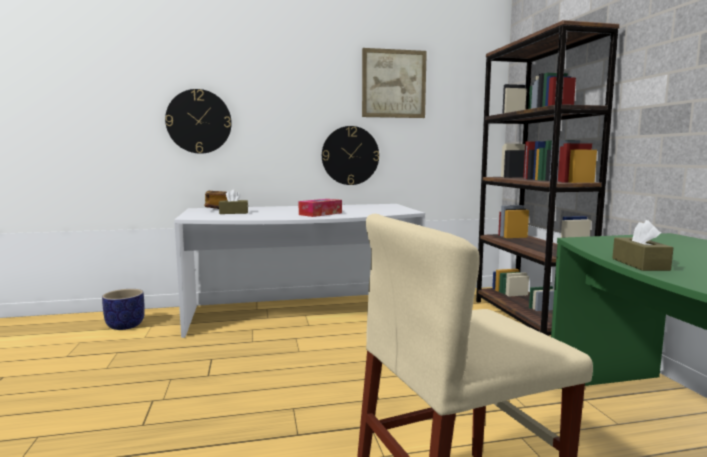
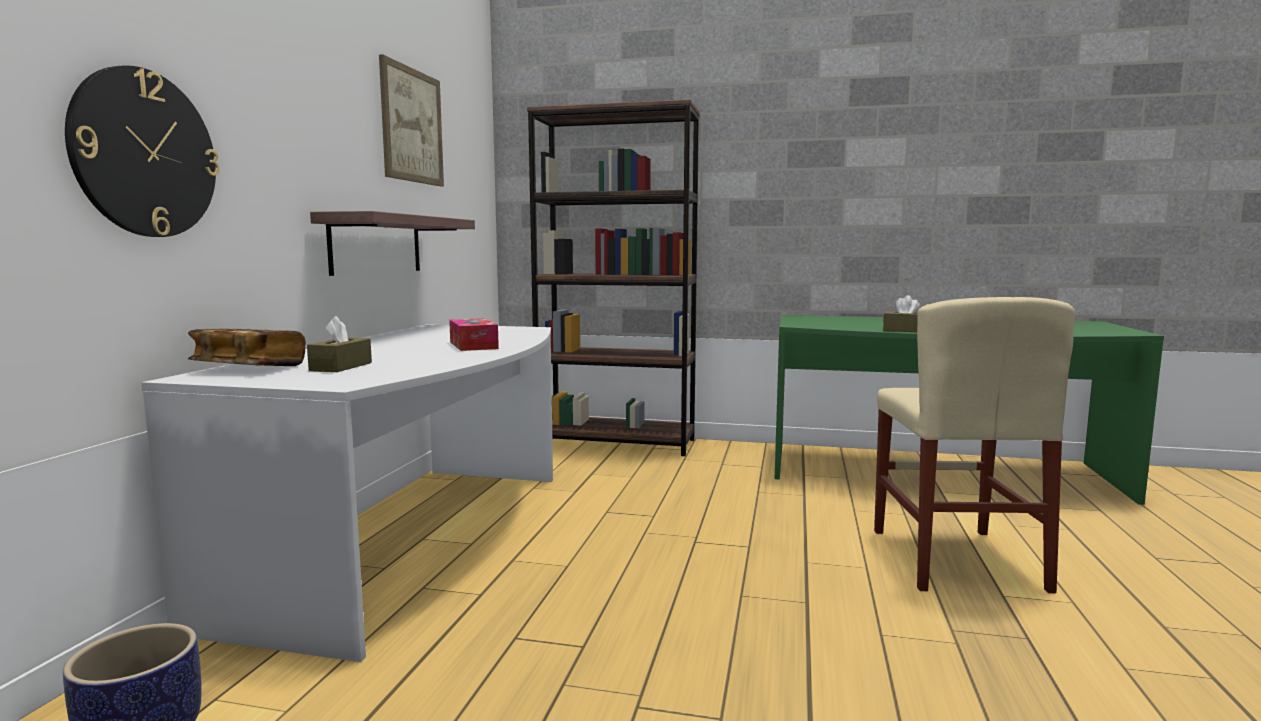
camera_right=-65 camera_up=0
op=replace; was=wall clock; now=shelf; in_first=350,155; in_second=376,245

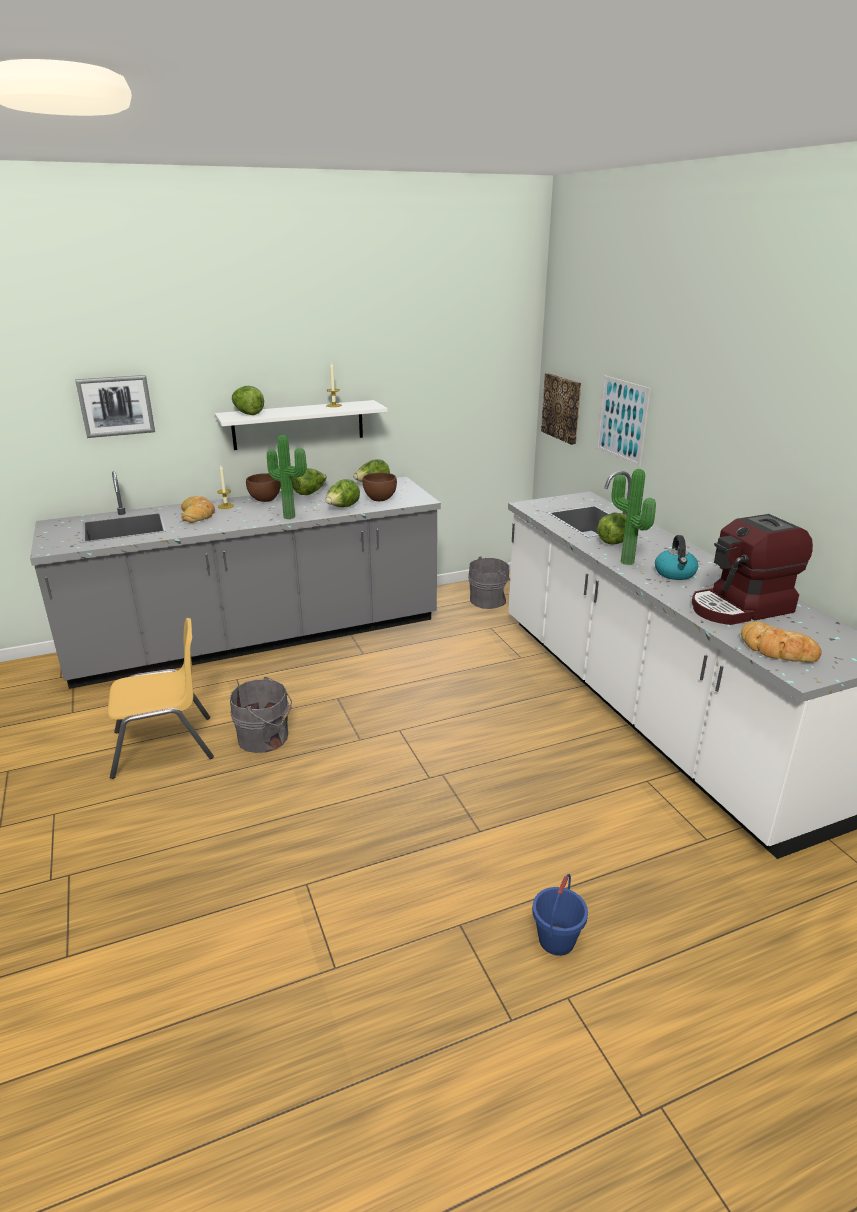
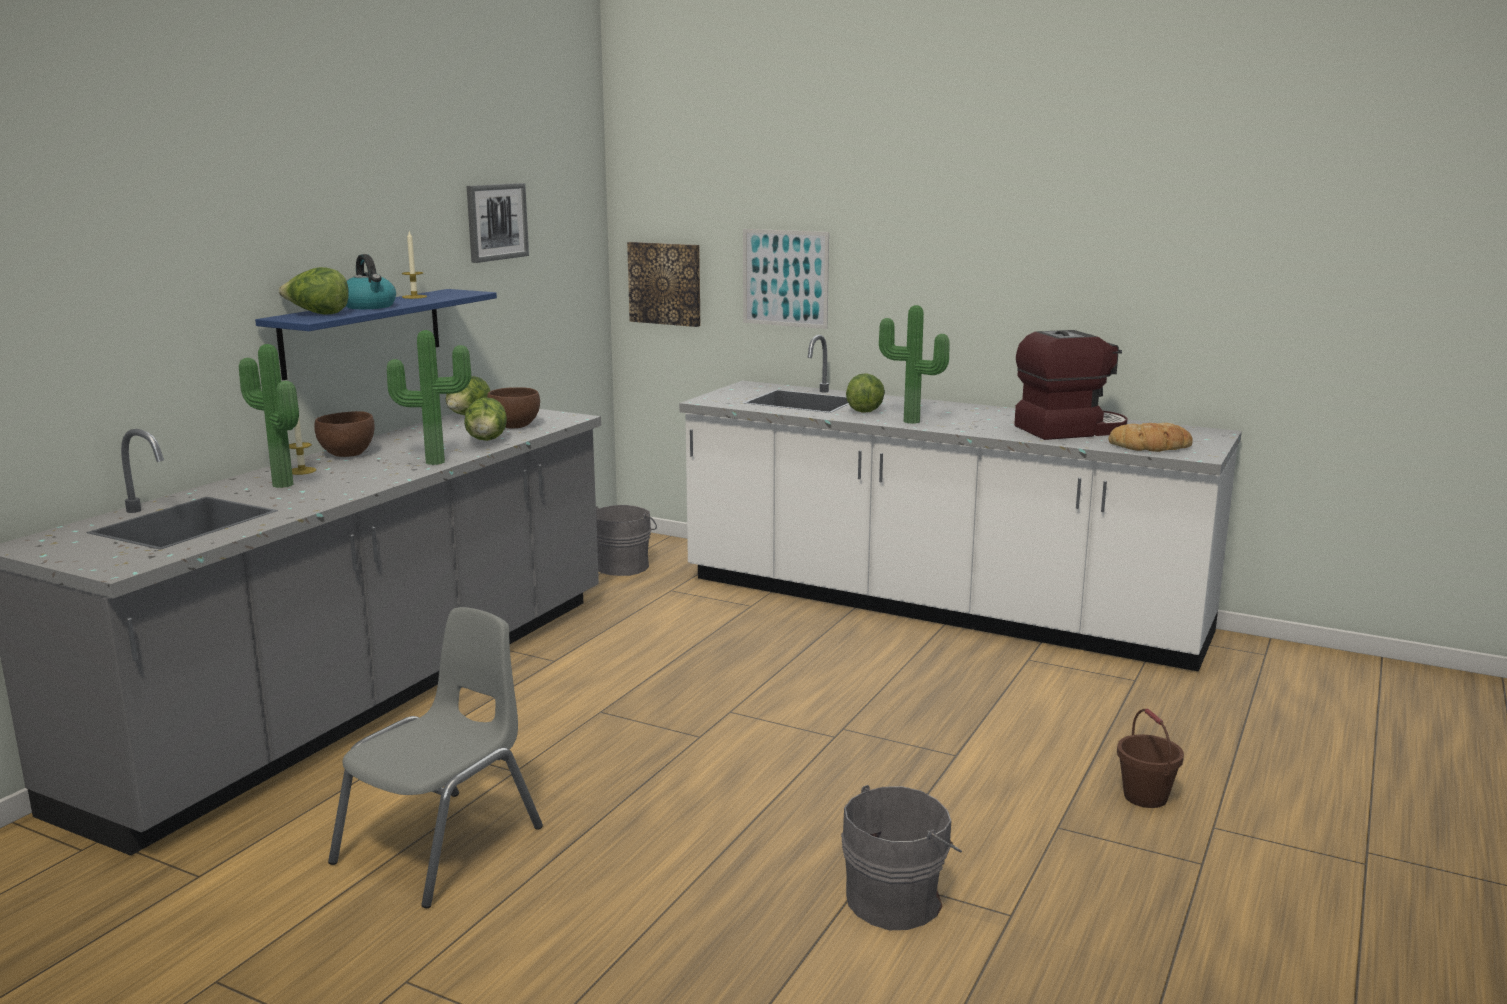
camera_right=-40 camera_up=-10
op=move; was=picture; in_first=116,406; in_second=496,222
op=recolor; was=yellow chair; now=grey chair; in_first=164,746; in_second=442,846
op=replace; was=bread; now=potted plant; in_first=198,514; in_second=279,486
op=recolor; was=white shelf; now=blue shelf; in_first=298,424; in_second=362,332
op=move; was=grey bucket; in_first=265,738; in_second=898,899
op=delete; was=lettuce; in_first=310,493
op=recolor; was=blue bucket; now=brown bucket; in_first=557,940; in_second=1146,797
op=move; was=kettle; in_first=675,574; in_second=370,306
op=rotate; was=coffee machine; in_first=741,608; in_second=1070,429; clockwise=-135

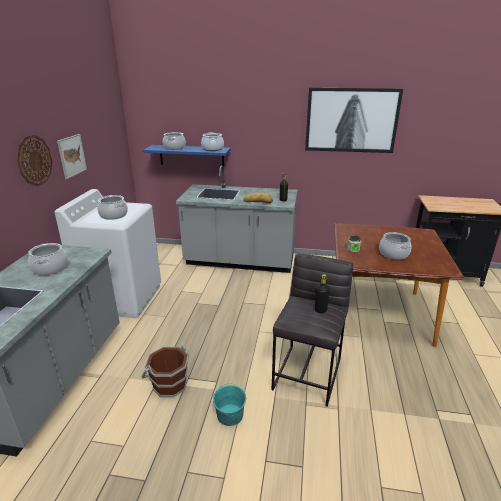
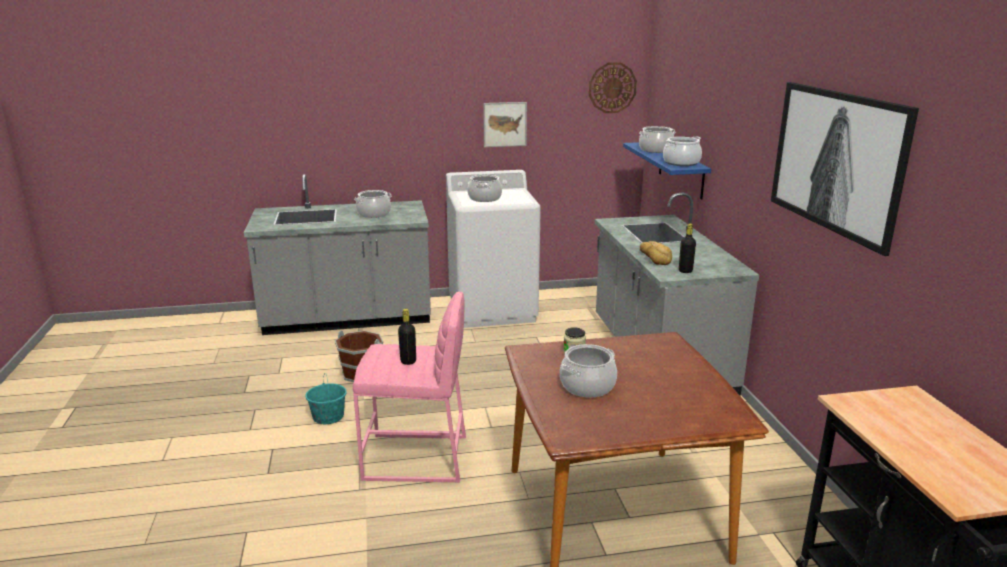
camera_right=70 camera_up=-5
op=move; was=wall clock; in_first=34,160; in_second=612,87
op=recolor; was=grey stool; now=pink stool; in_first=308,373; in_second=416,458

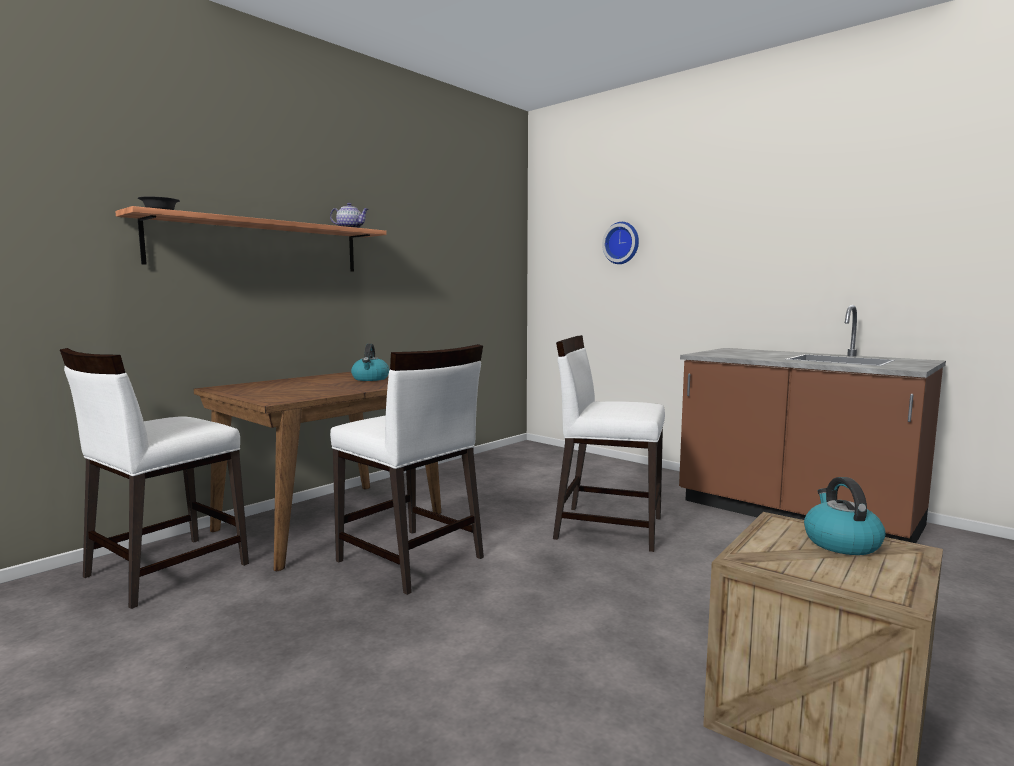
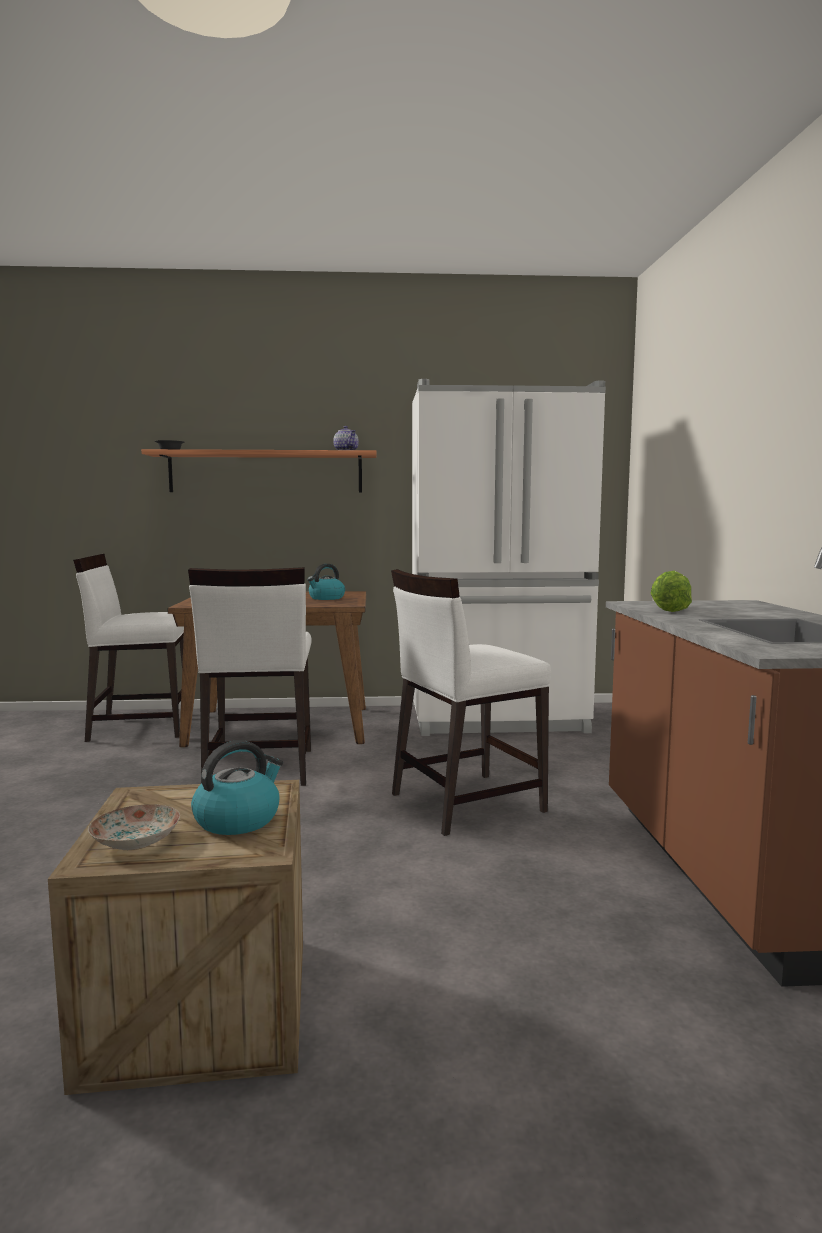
camera_right=45 camera_up=0
op=rotate; was=white chair; in_first=607,527; in_second=465,802; clockwise=-90
op=delete; was=wall clock; in_first=622,243
op=insert; now=plate; in_second=136,841
op=insert; now=white fridge; in_second=499,720
op=insert; now=lettuce; in_second=667,610

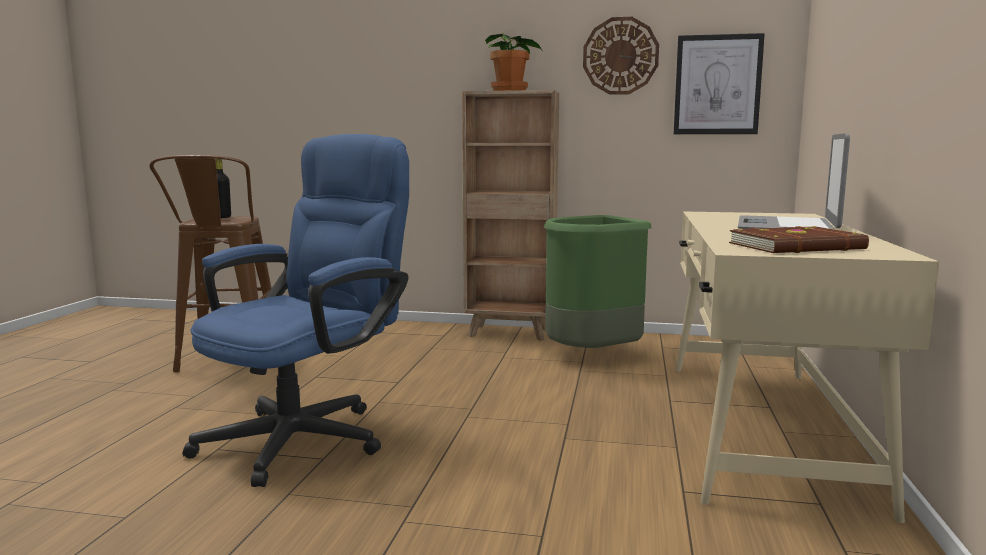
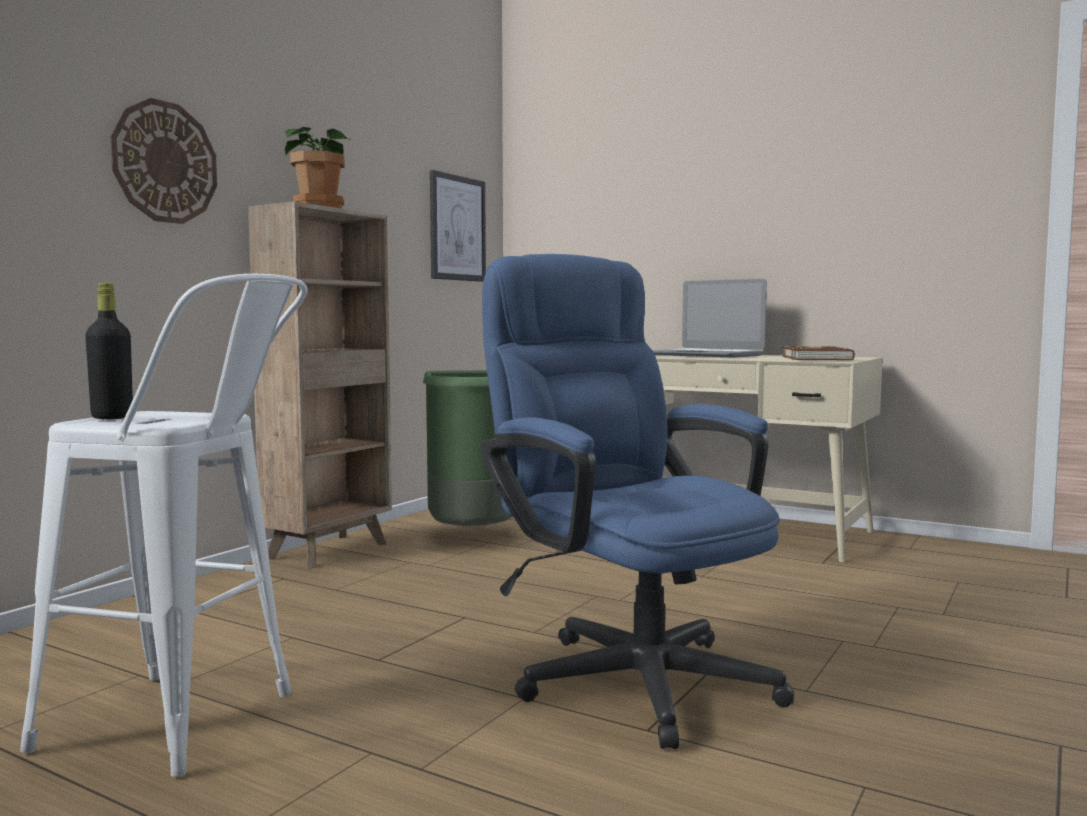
camera_right=-70 camera_up=-5
op=recolor; was=brown stool; now=white stool; in_first=226,363; in_second=188,725
op=move; was=wall clock; in_first=620,56; in_second=165,162

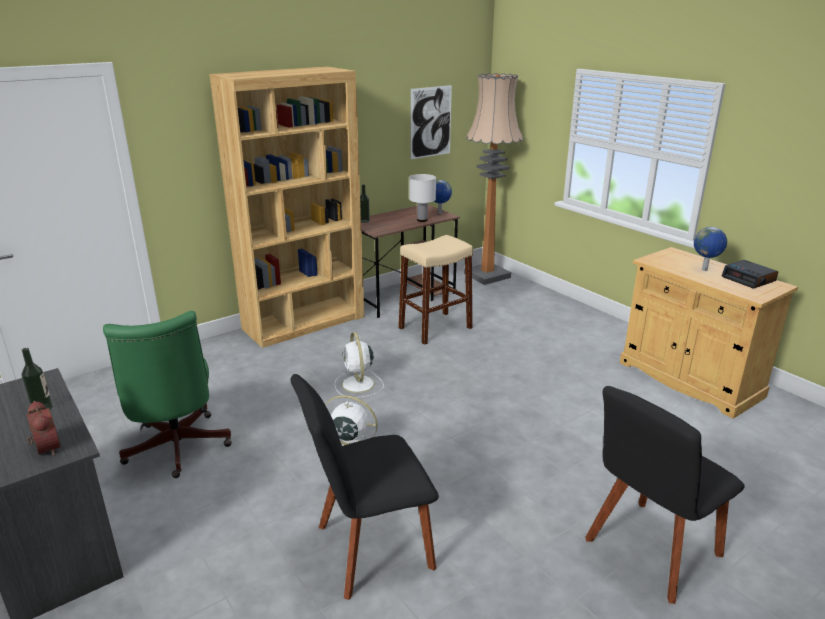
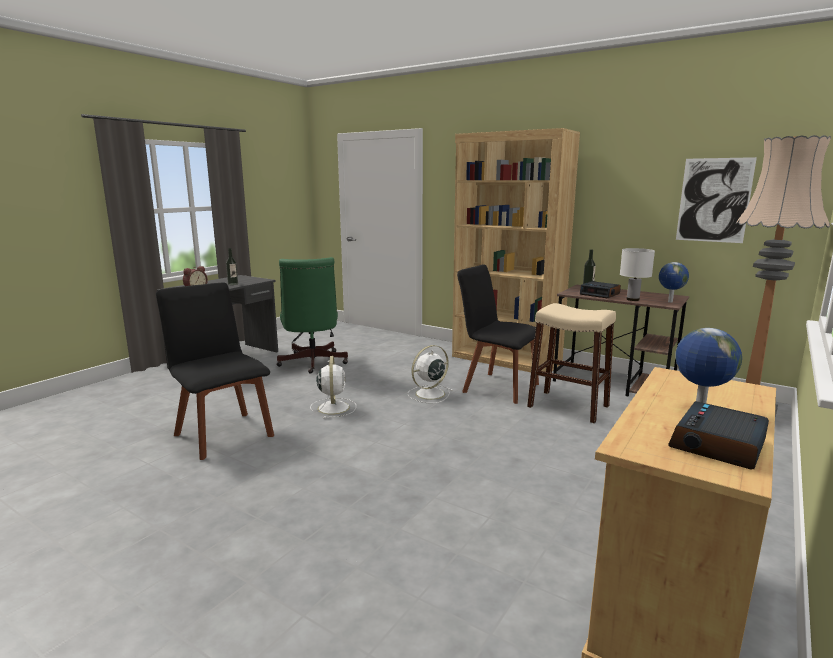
camera_right=70 camera_up=-10
op=rotate; was=green office chair; in_first=176,450; in_second=312,363; clockwise=-60
op=move; was=black chair; in_first=649,551; in_second=497,387
op=insert; now=alarm clock; in_second=600,294

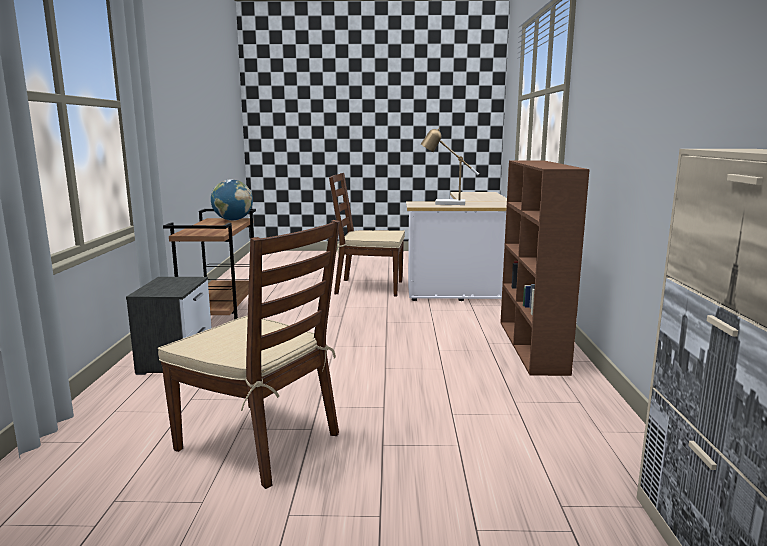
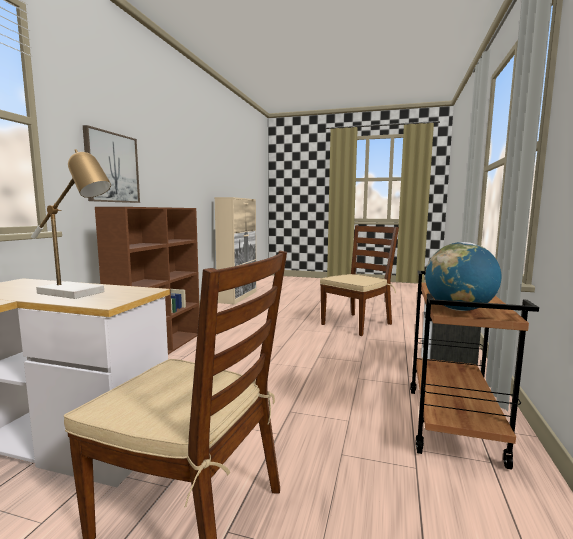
camera_right=-165 camera_up=-5
op=rotate; was=brown chair; in_first=260,442; in_second=357,324; clockwise=90
op=insert; now=picture; in_second=112,168

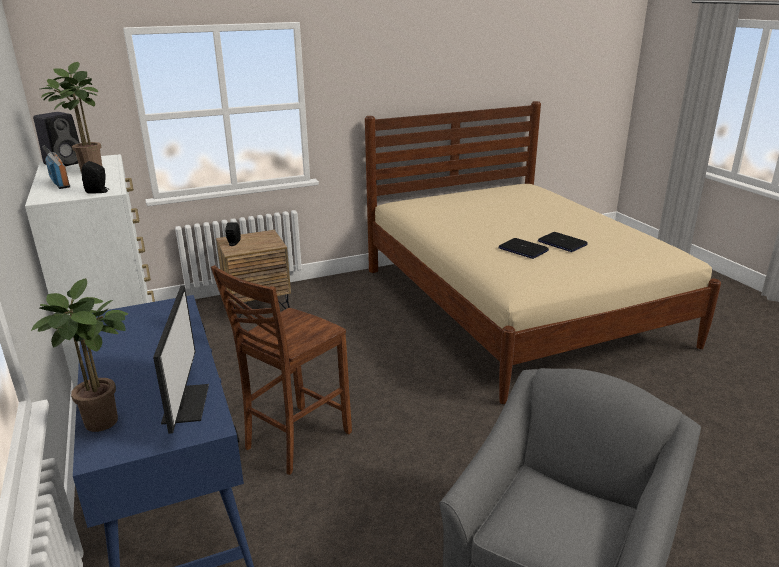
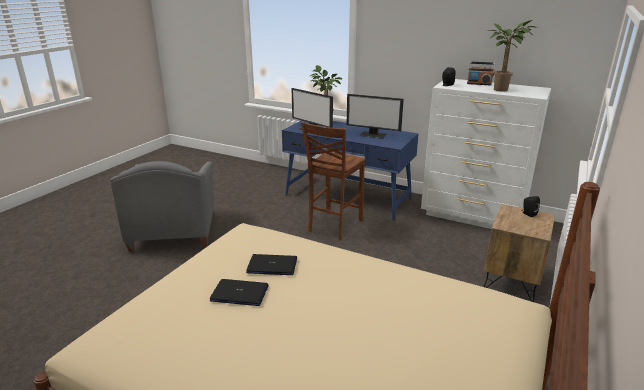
camera_right=140 camera_up=0
op=delete; was=black speaker; in_first=65,163
op=rotate; was=brown chair; in_first=295,440; in_second=333,226; clockwise=-150
op=insert; now=monitor; in_second=373,135

